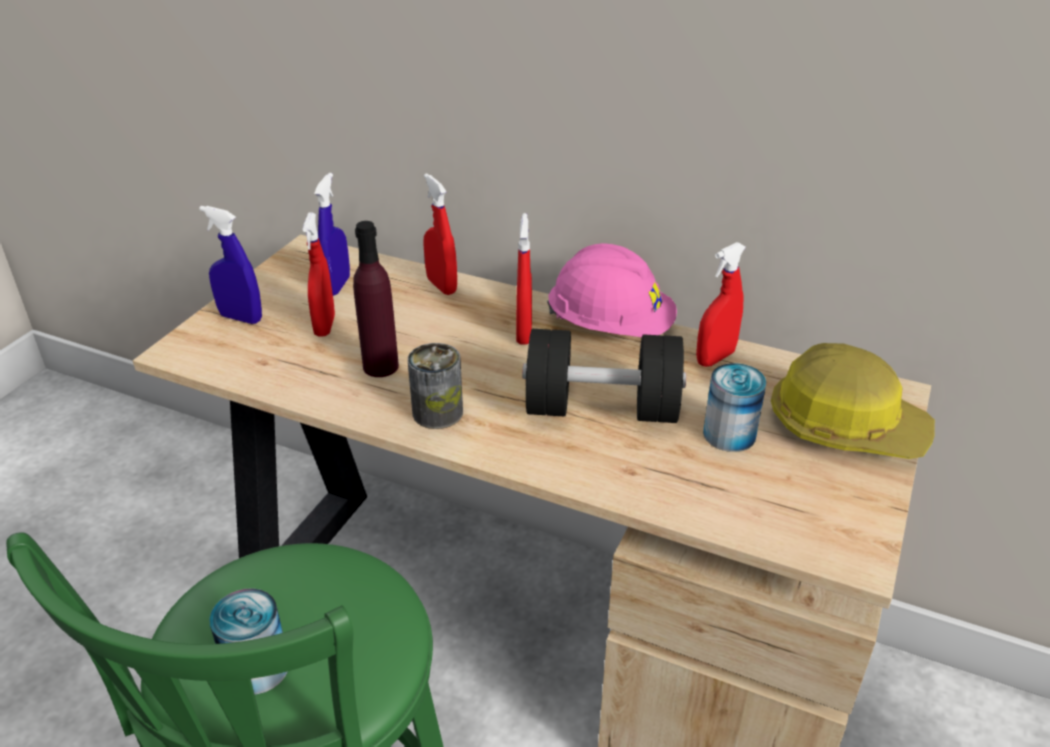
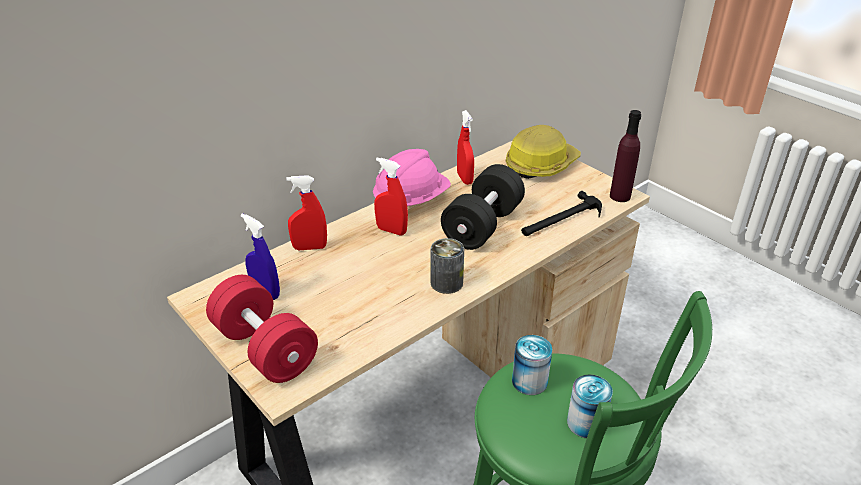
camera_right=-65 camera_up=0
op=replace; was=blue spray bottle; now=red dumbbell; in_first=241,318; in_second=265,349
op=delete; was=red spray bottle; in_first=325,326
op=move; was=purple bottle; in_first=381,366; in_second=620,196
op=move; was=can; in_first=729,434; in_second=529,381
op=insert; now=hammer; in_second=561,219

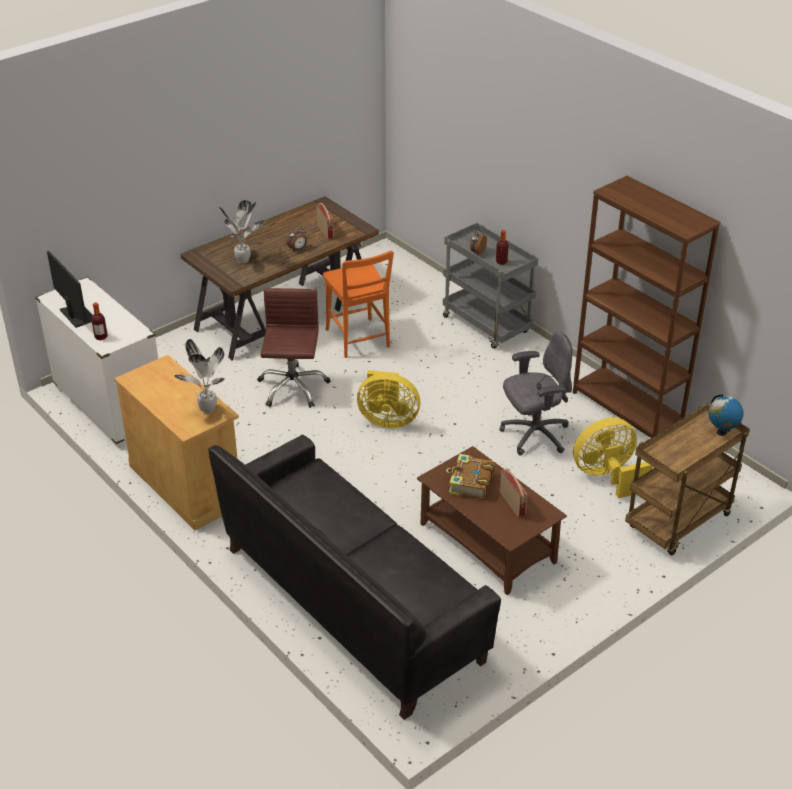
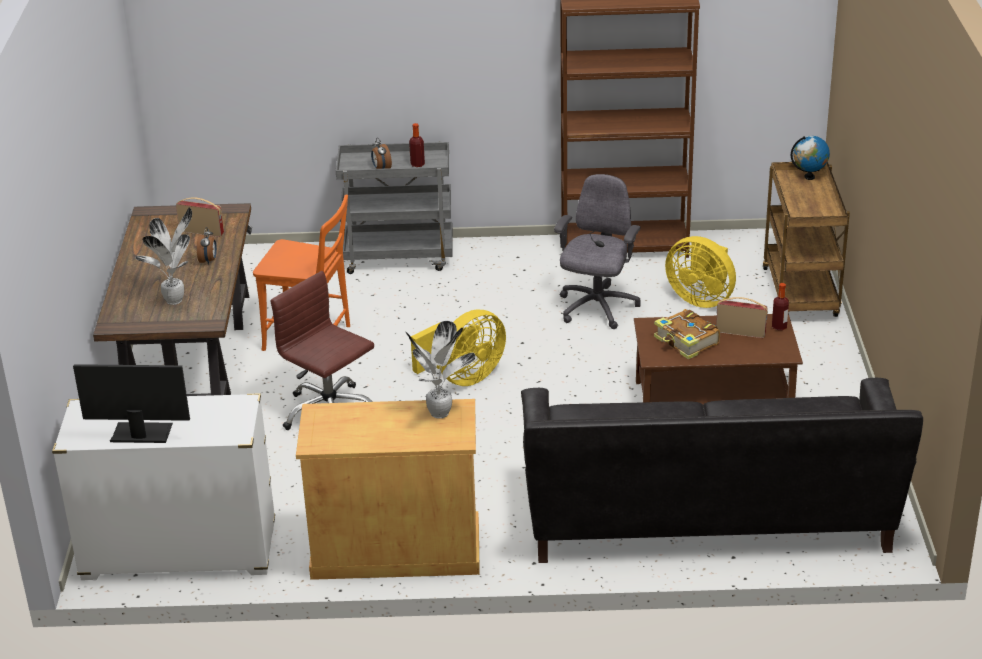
camera_right=-50 camera_up=-5
op=move; was=bottle; in_first=101,337; in_second=779,326
op=rotate; was=yellow fan; in_first=607,477; in_second=701,299; clockwise=-75

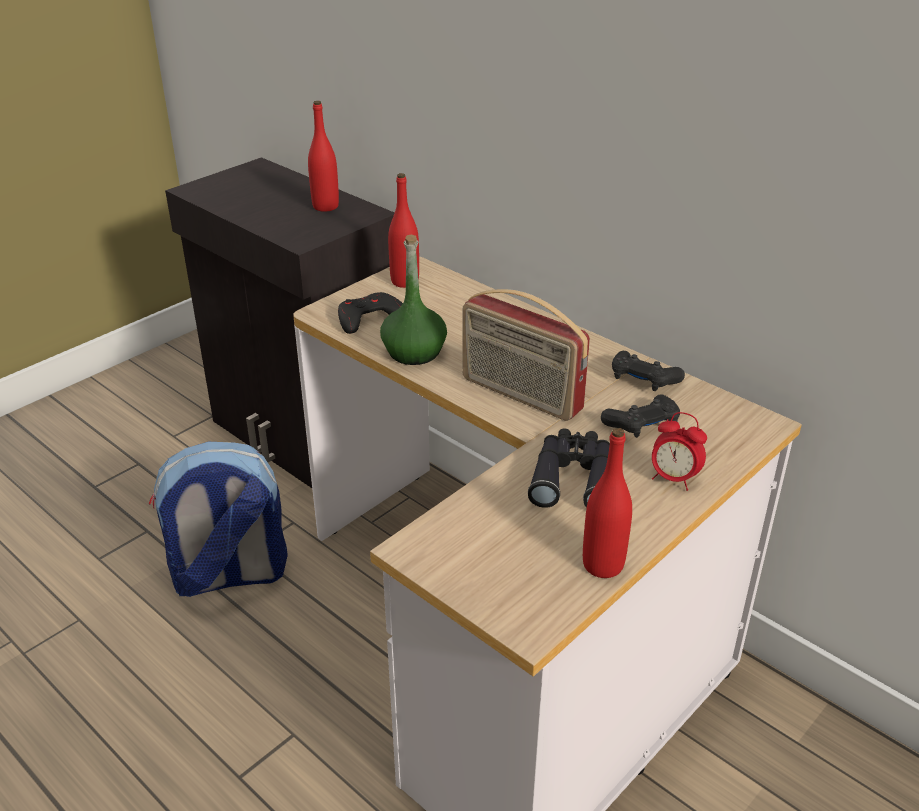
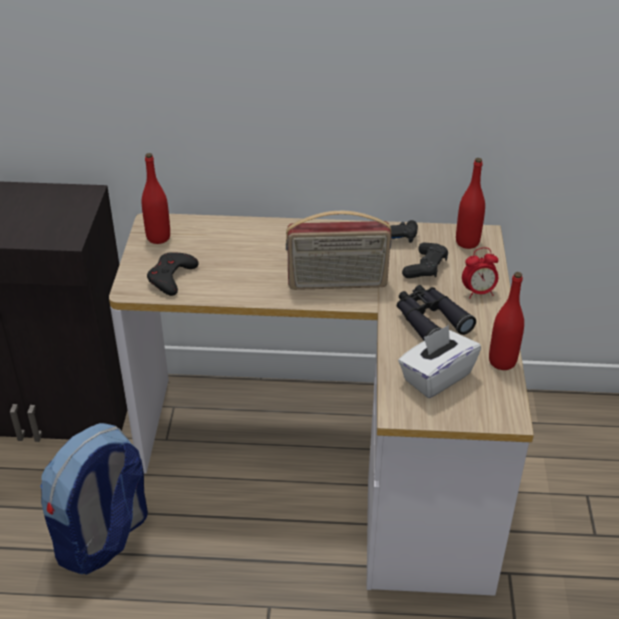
camera_right=-40 camera_up=5
op=move; was=red bottle; in_first=325,206; in_second=467,242
op=delete; was=green bottle; in_first=414,352
op=insert; now=white tissue box; in_second=436,377

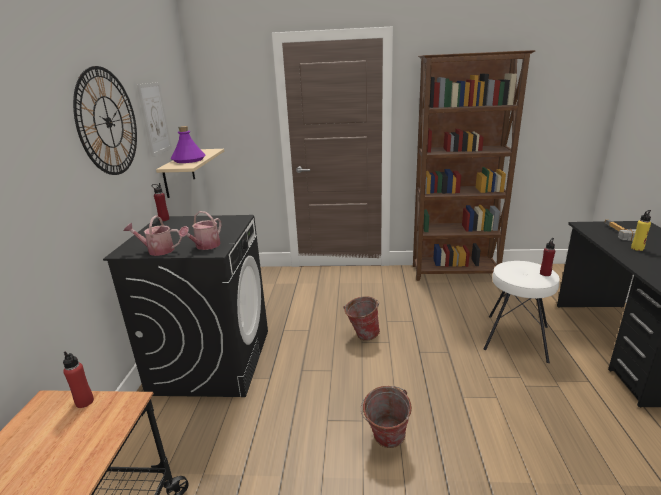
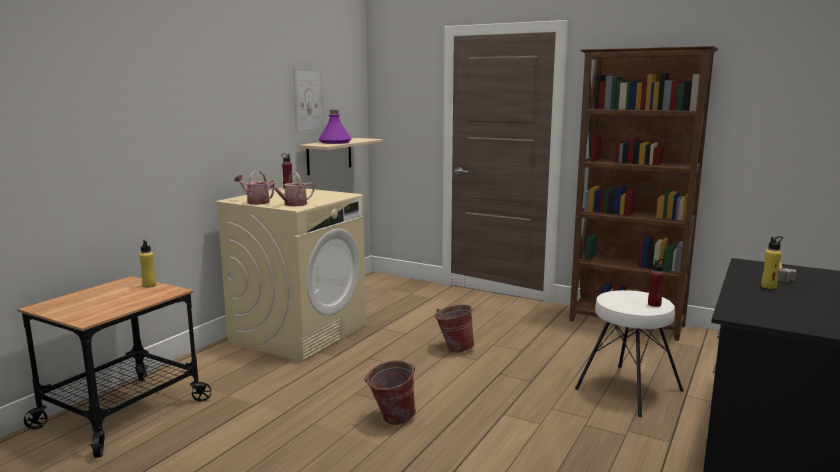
camera_right=25 camera_up=-10
op=recolor; was=red bottle; now=yellow bottle; in_first=84,402; in_second=149,285
op=delete; was=wall clock; in_first=108,122
op=recolor; was=black washing machine; now=beige washing machine; in_first=212,360; in_second=299,333

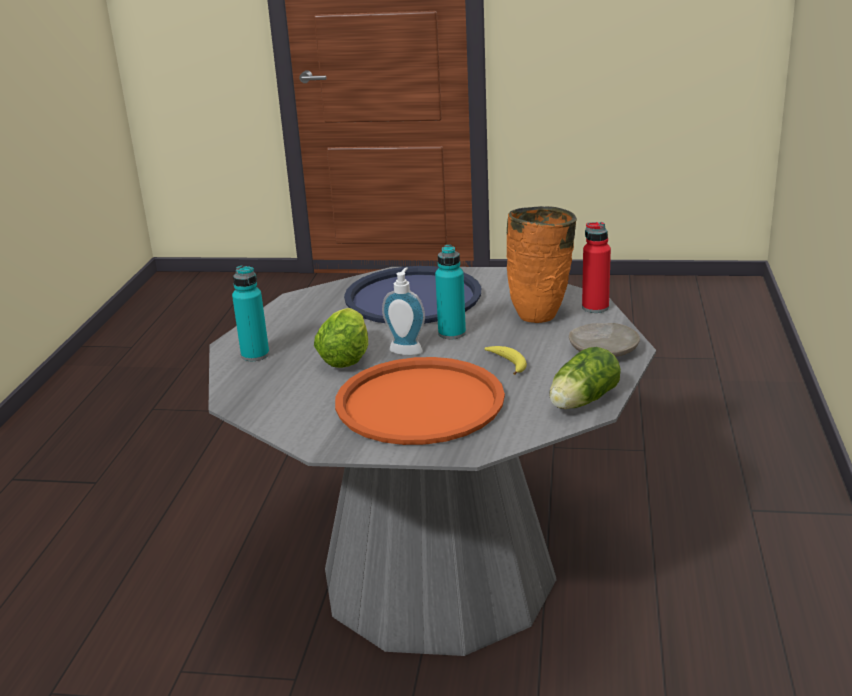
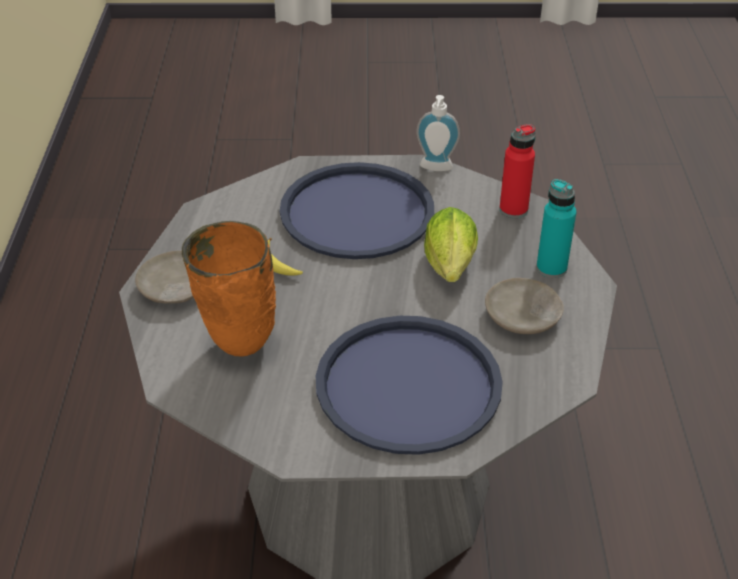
camera_right=170 camera_up=15
op=recolor; was=orange tray; now=blue tray; in_first=419,403; in_second=357,212
op=move; was=soap dispenser; in_first=407,349; in_second=435,169
op=delete; was=turquoise bottle; in_first=452,333
op=delete; was=lettuce; in_first=581,402
op=move; was=red bottle; in_first=595,308; in_second=513,210
op=insert; now=beige plate; in_second=523,316

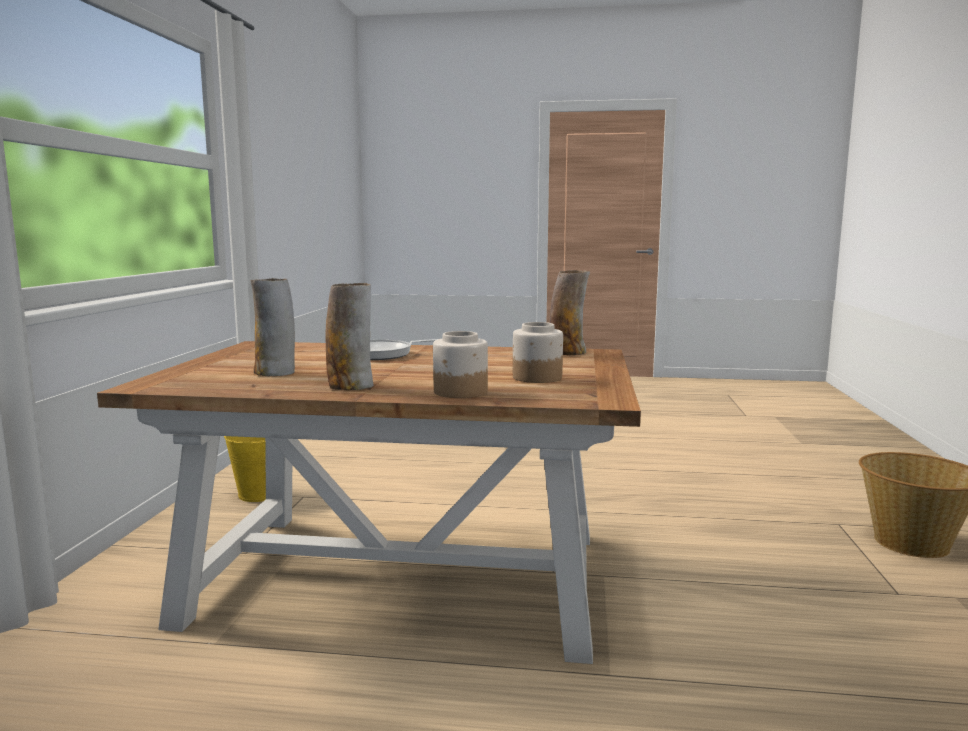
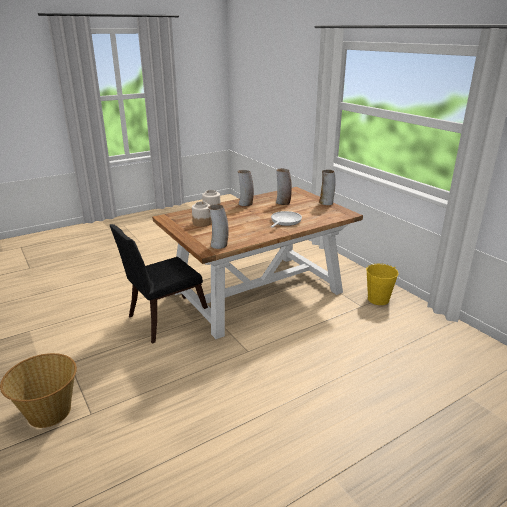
camera_right=140 camera_up=15
op=insert; now=black chair; in_second=164,320
op=insert; now=vase; in_second=326,203

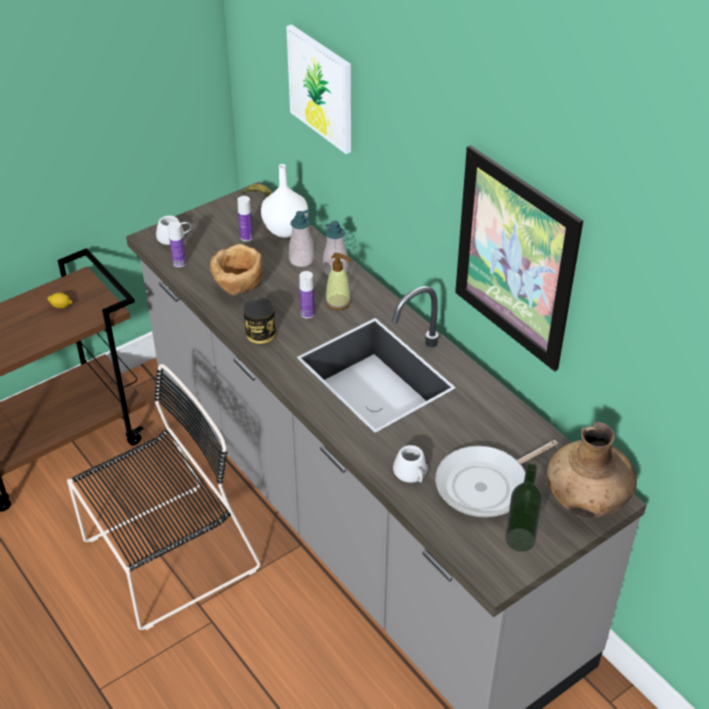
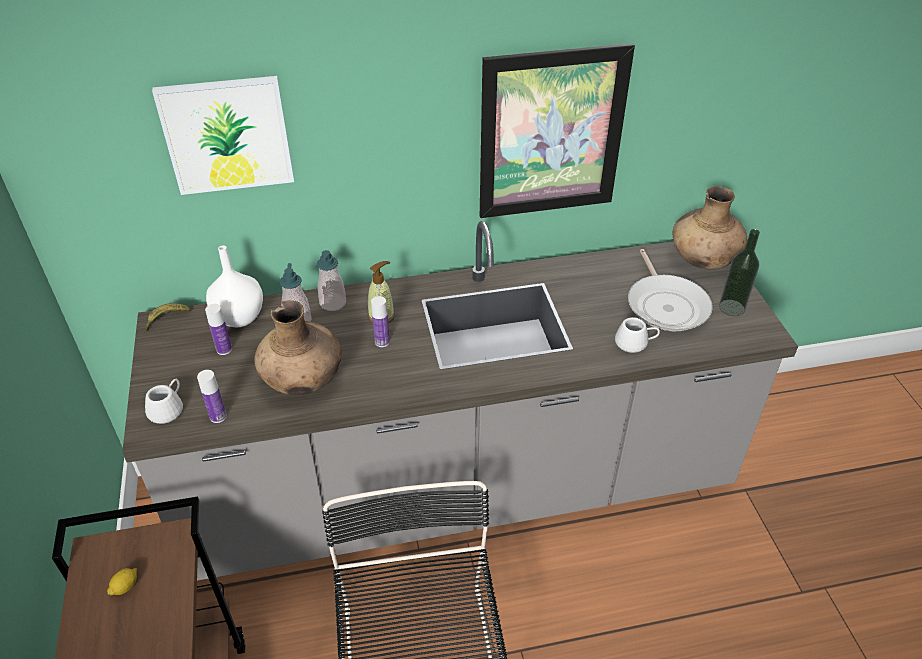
camera_right=-65 camera_up=0
op=replace; was=brown bowl; now=brown vase; in_first=238,289; in_second=303,380
op=delete; was=can; in_first=260,333

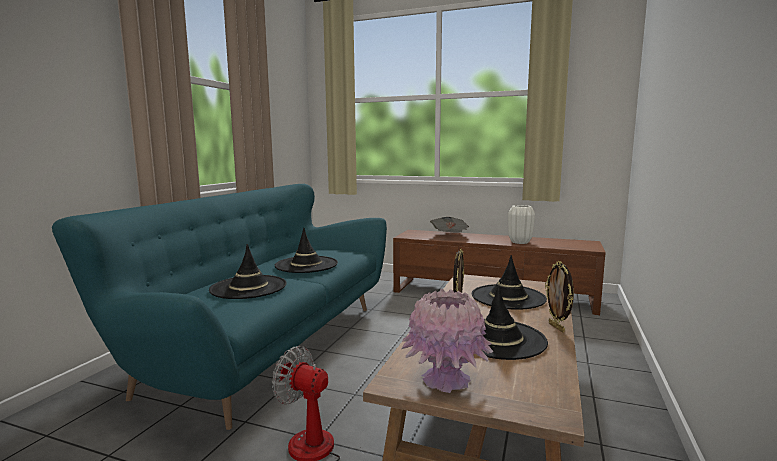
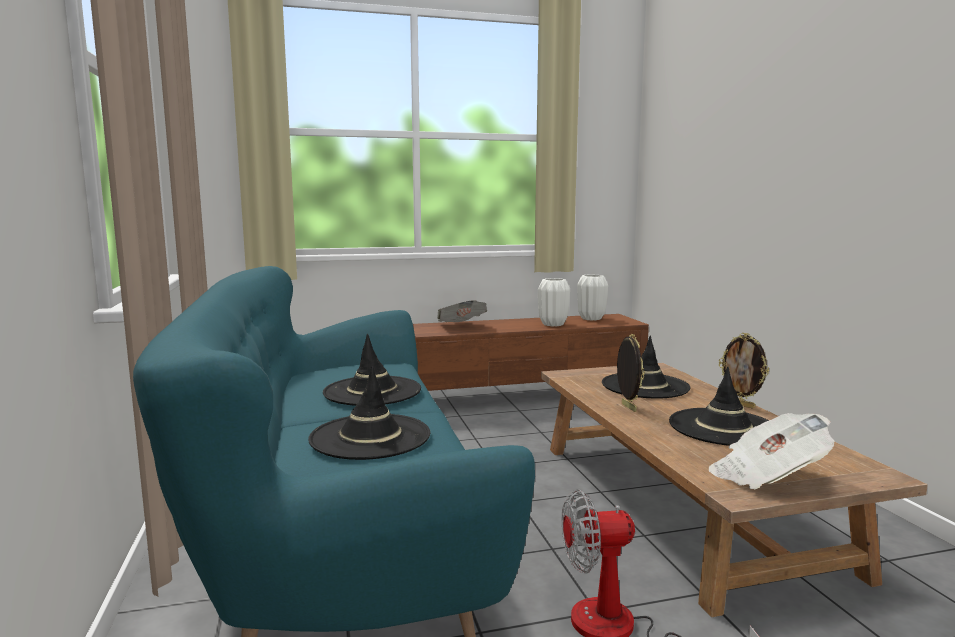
camera_right=-35 camera_up=0
op=replace; was=pink vase; now=newspaper; in_first=445,380; in_second=766,476
op=insert; now=white vase; in_second=591,318

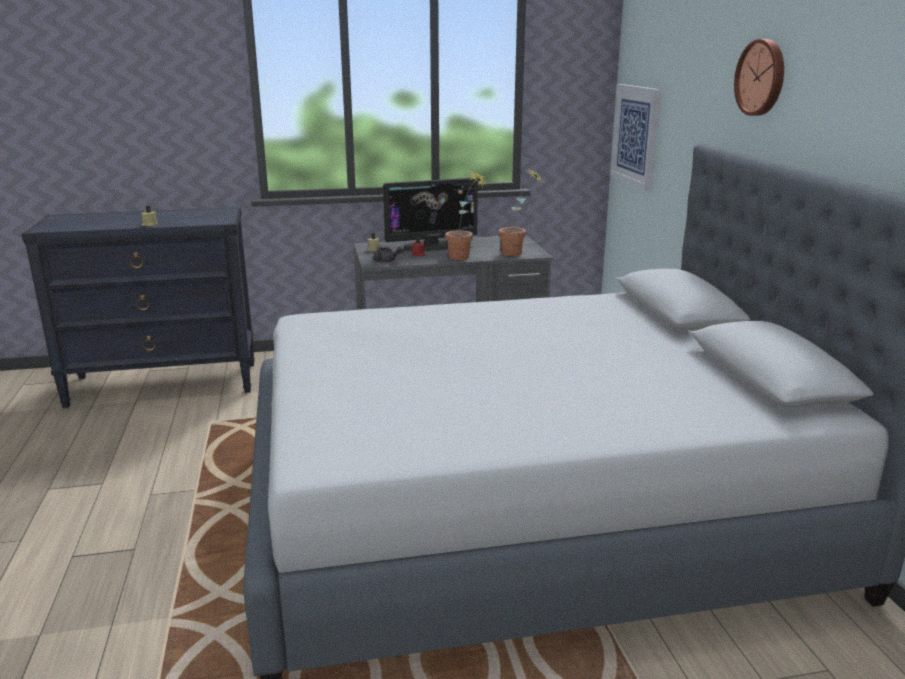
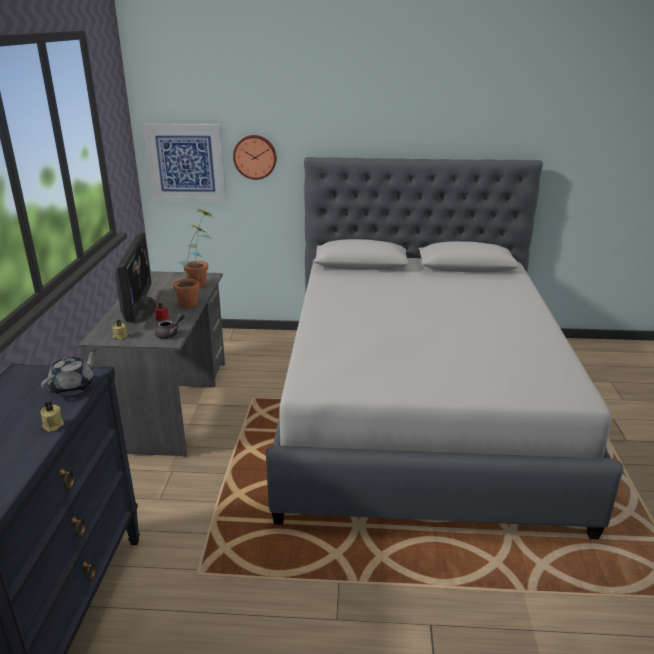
camera_right=-75 camera_up=5
op=move; was=wall clock; in_first=762,77; in_second=255,157
op=insert; now=grey teapot; in_second=74,387

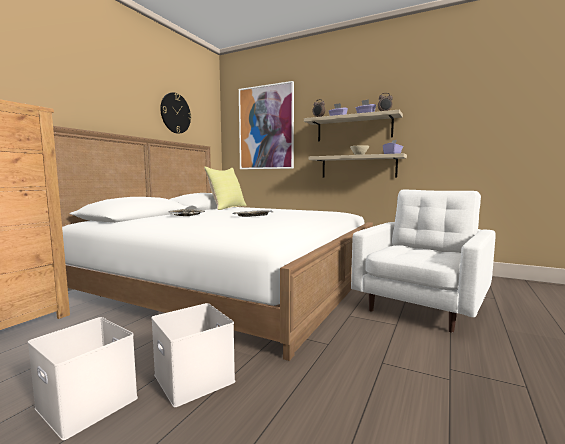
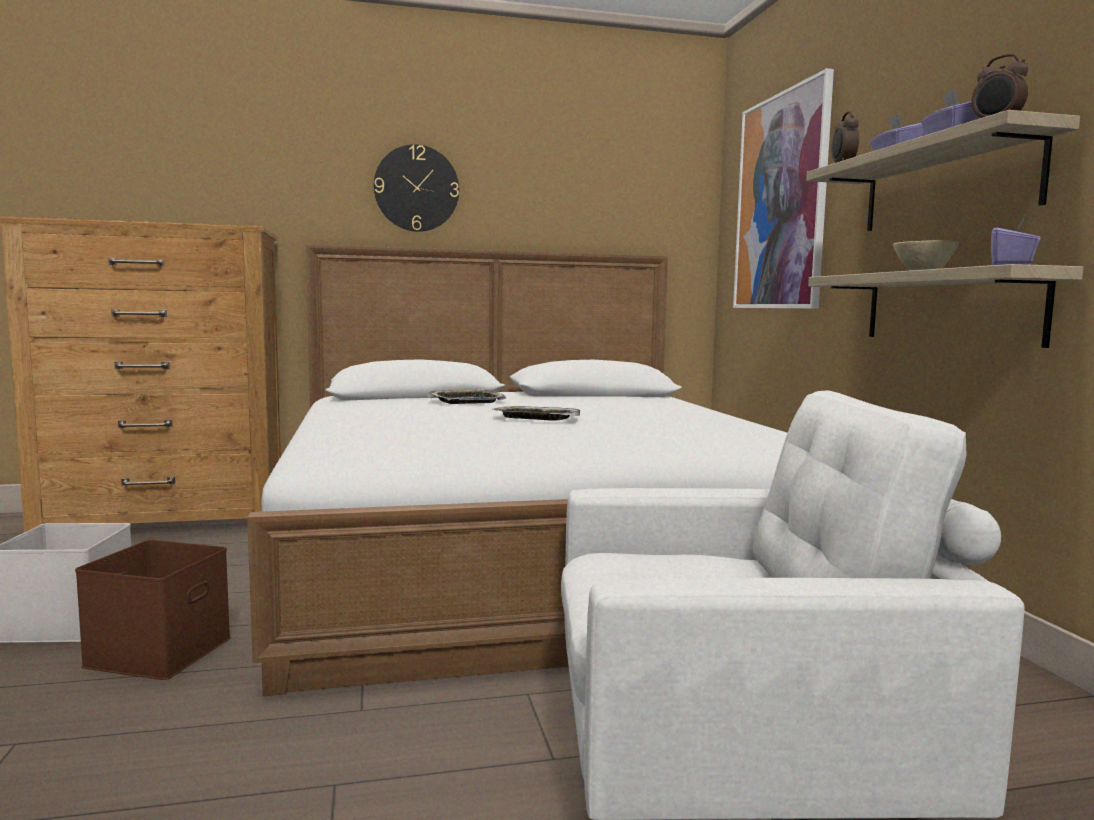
camera_right=50 camera_up=0
op=recolor; was=white storage box; now=brown storage box; in_first=192,378; in_second=159,650
op=move; was=wall clock; in_first=175,113; in_second=416,188
op=delete; was=yellow pillow; in_first=227,208

